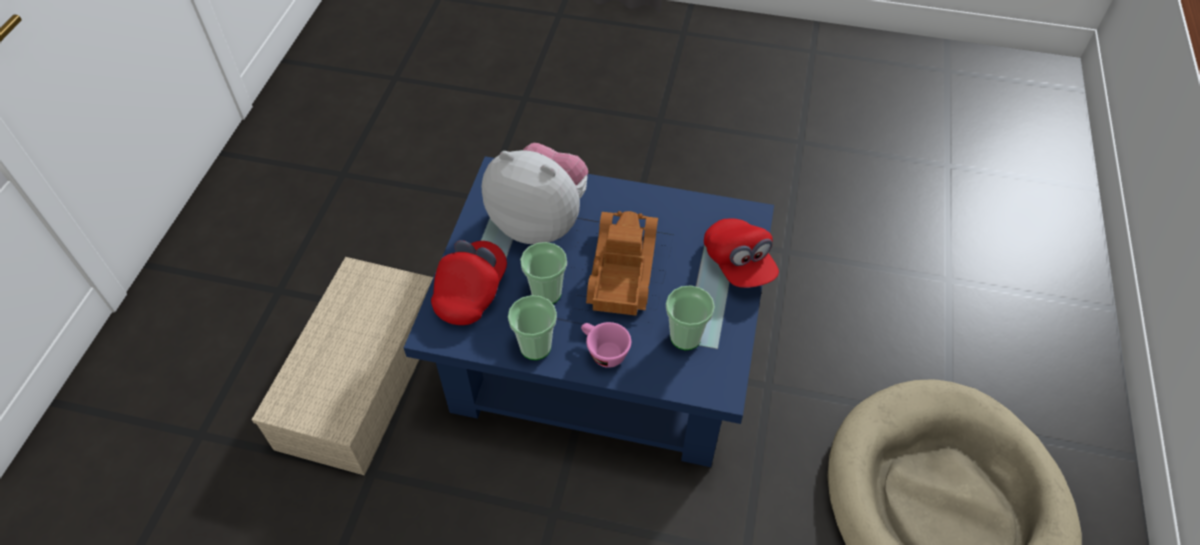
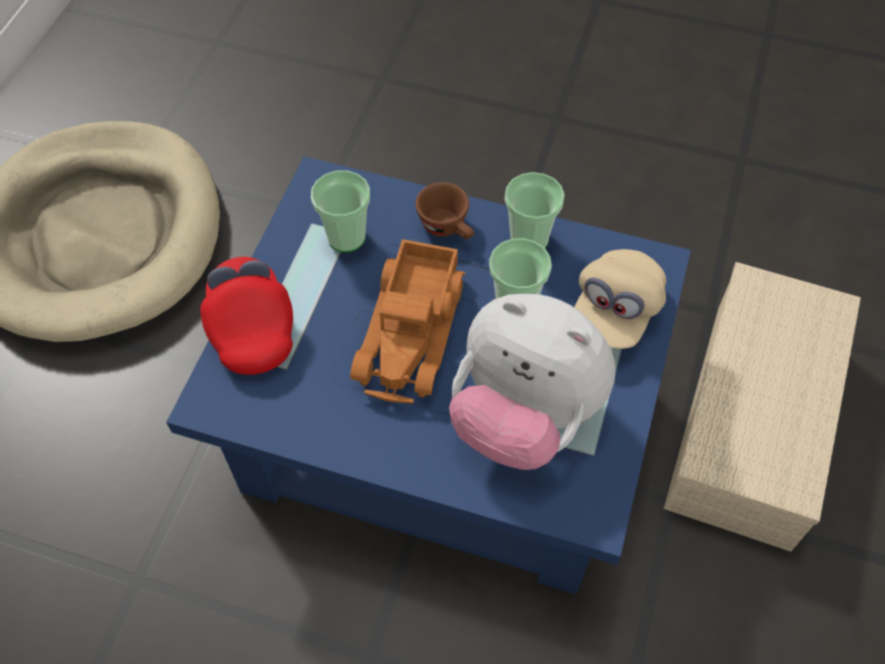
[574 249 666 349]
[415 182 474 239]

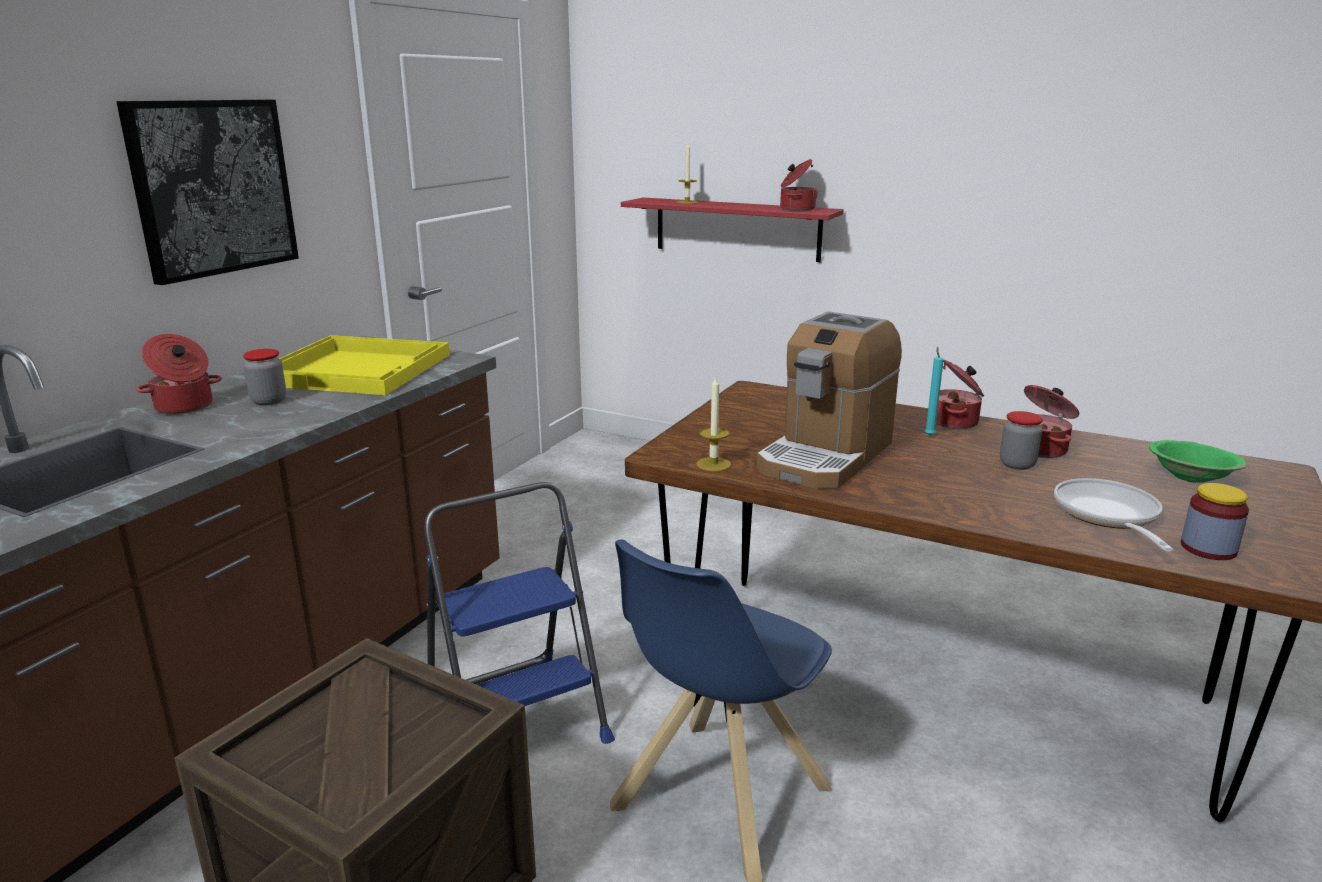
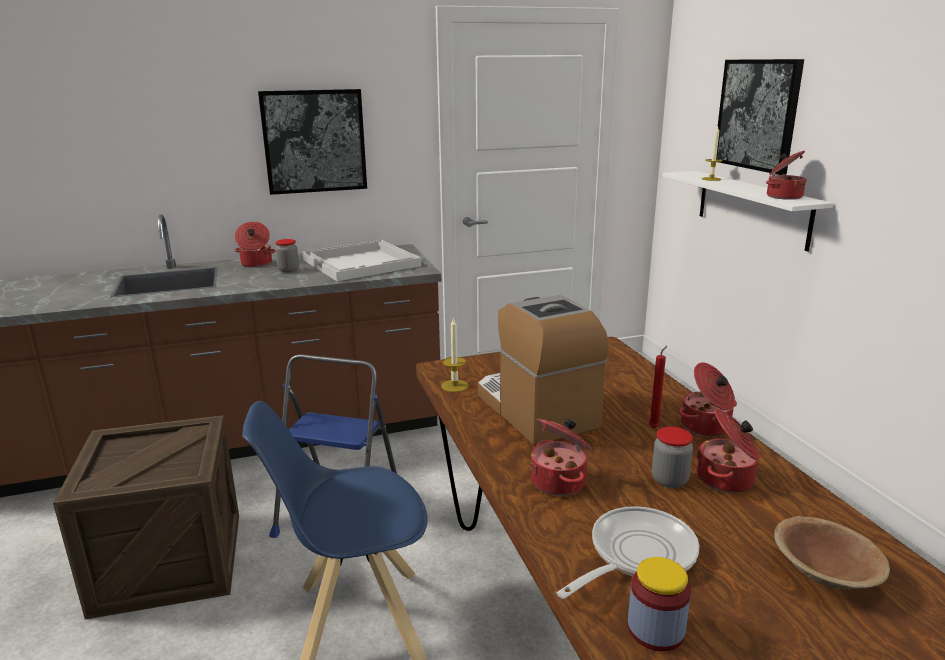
[530 418 592 496]
[716 59 804 175]
[303 240 421 281]
[662 171 833 252]
[649 346 667 428]
[774 516 890 589]
[478 295 609 446]

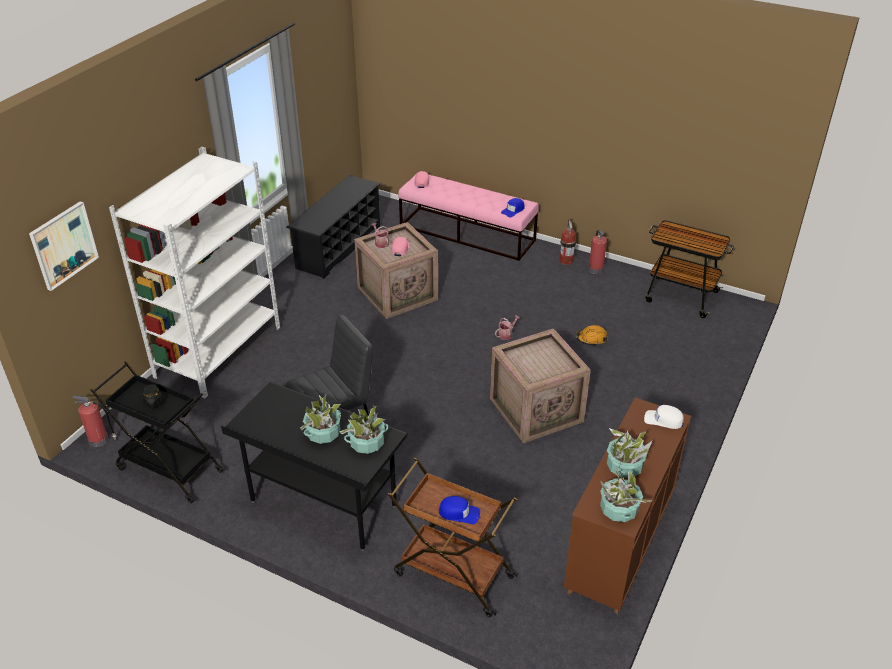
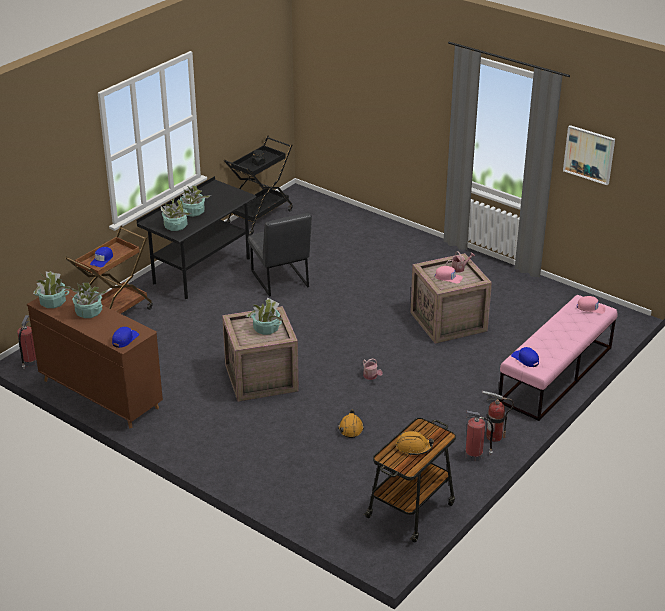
[109 147 280 398] (first image)
[286 175 380 279] (first image)
[246 298 283 335]
[396 431 434 456]
[563 125 615 185]
[17 315 37 369]
[112 327 139 348]

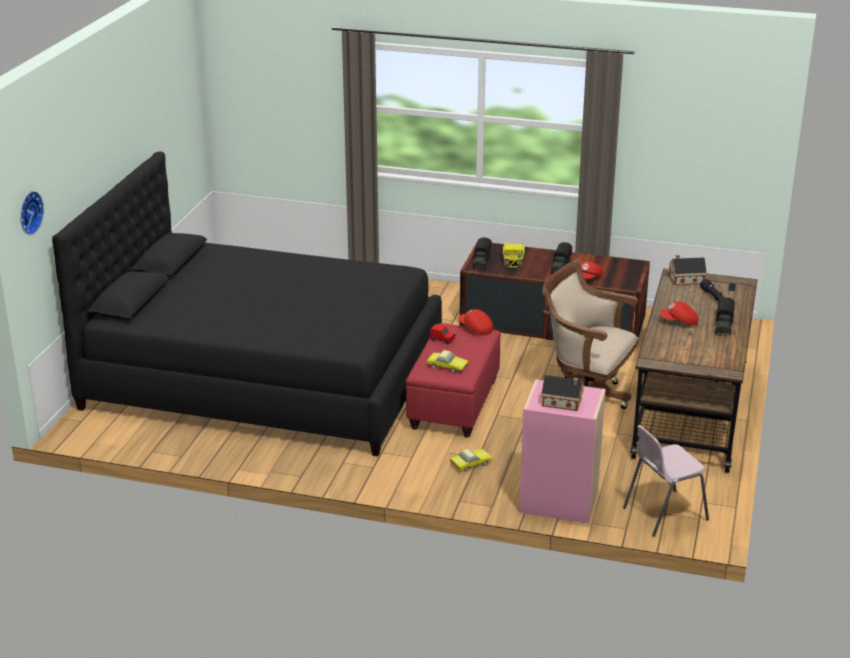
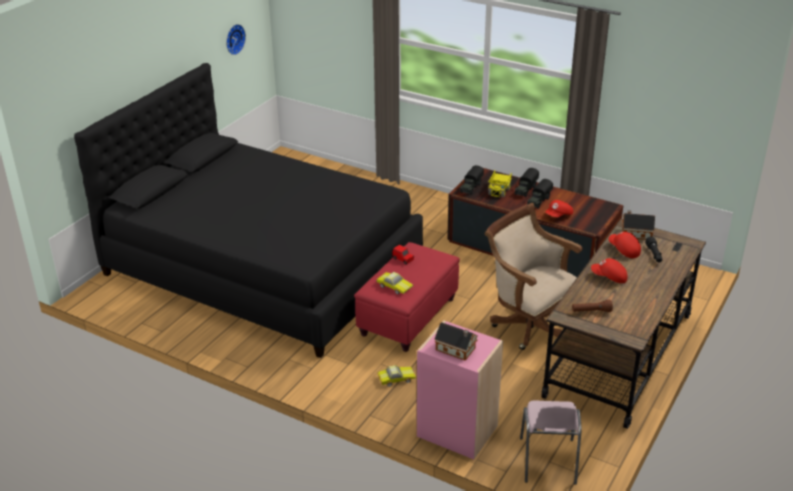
[572 300 613 312]
[226 24 246 55]
[609 232 641 258]
[514 168 539 197]
[520 400 582 485]

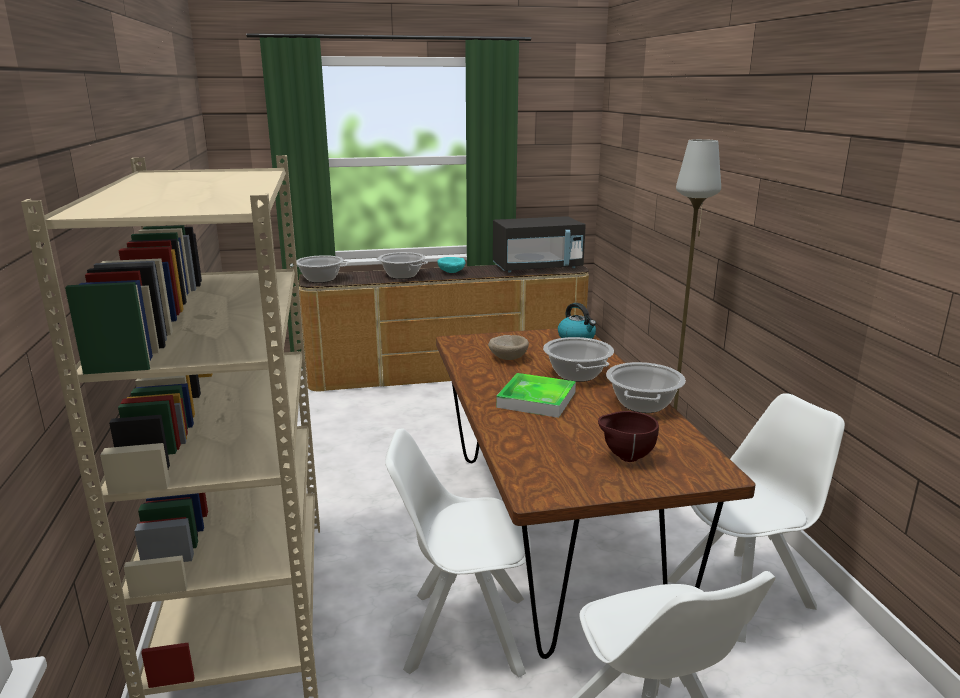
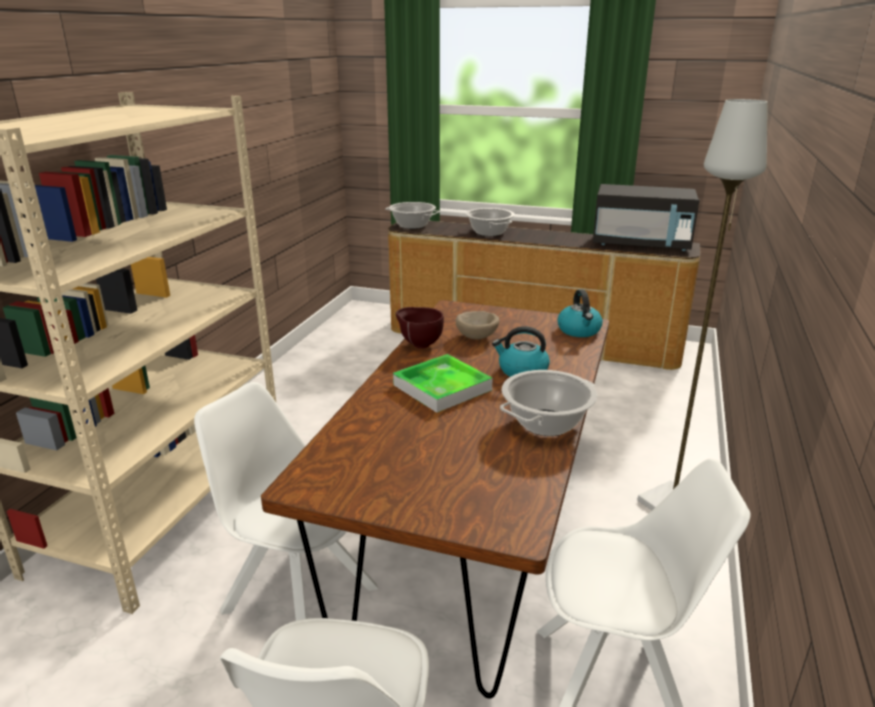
[437 257 466 273] (first image)
[396 307 444 349]
[492 326 550 377]

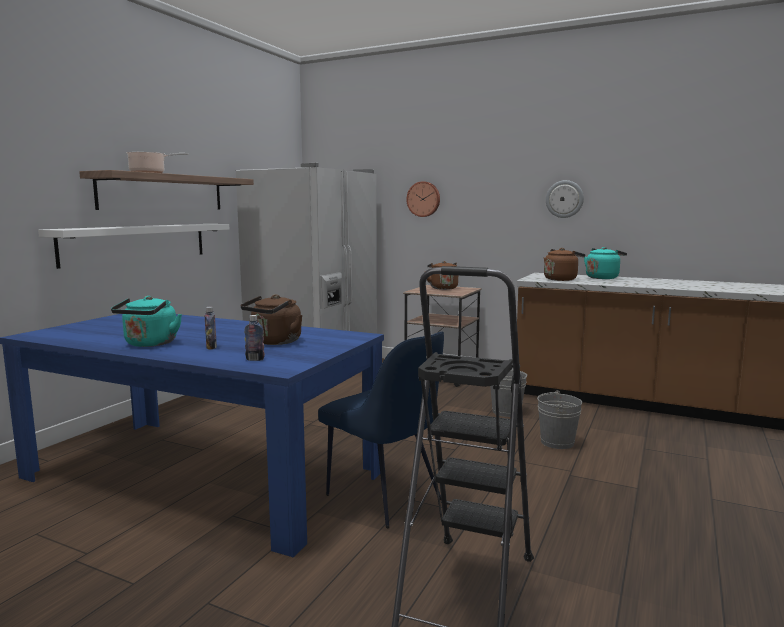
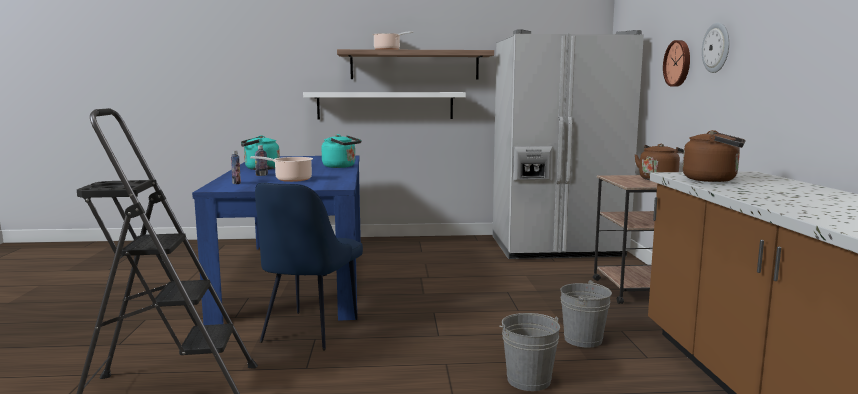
[702 22 729 73]
[322 134 362 168]
[250 156 313 182]

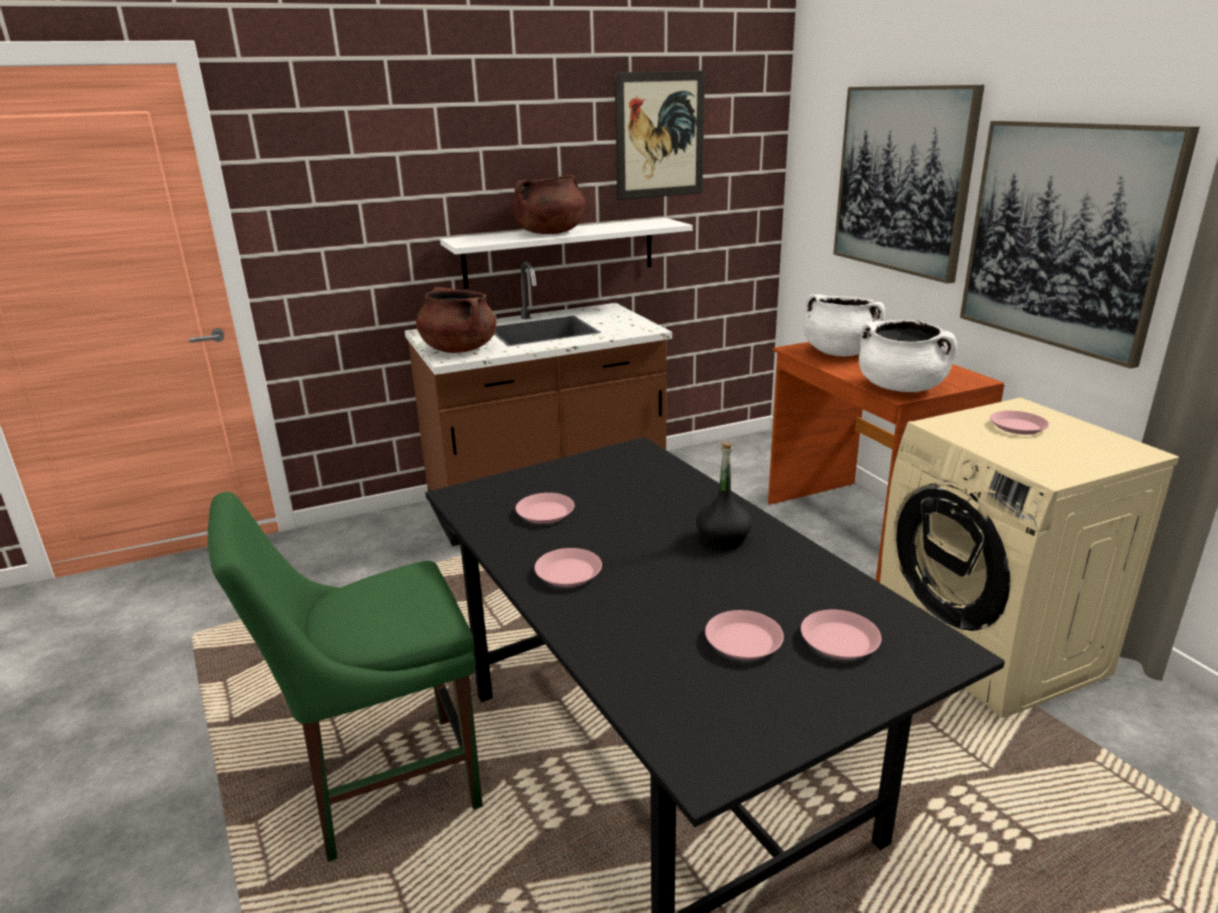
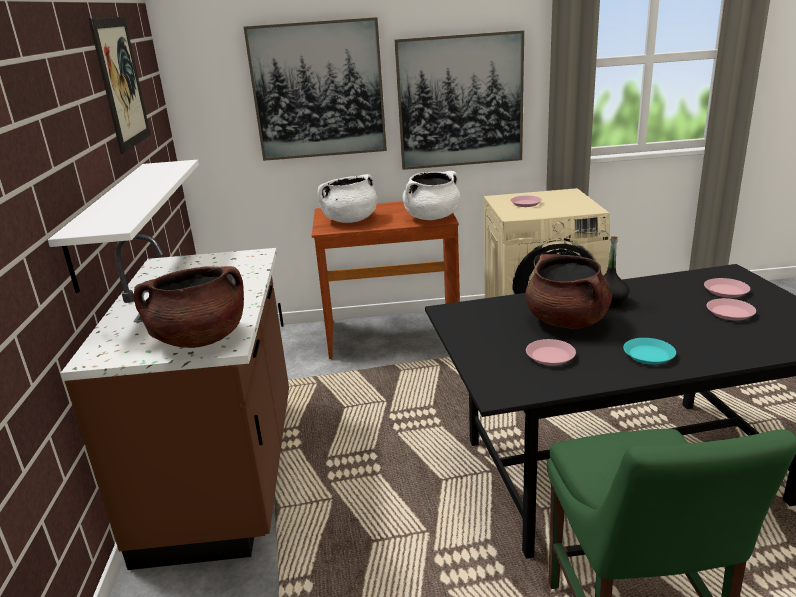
[525 254 612 329]
[623 338 676 364]

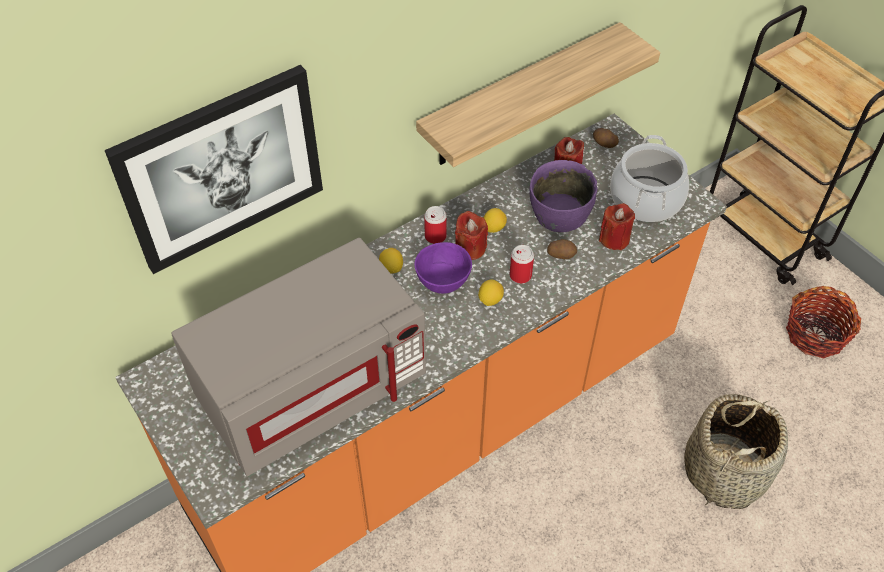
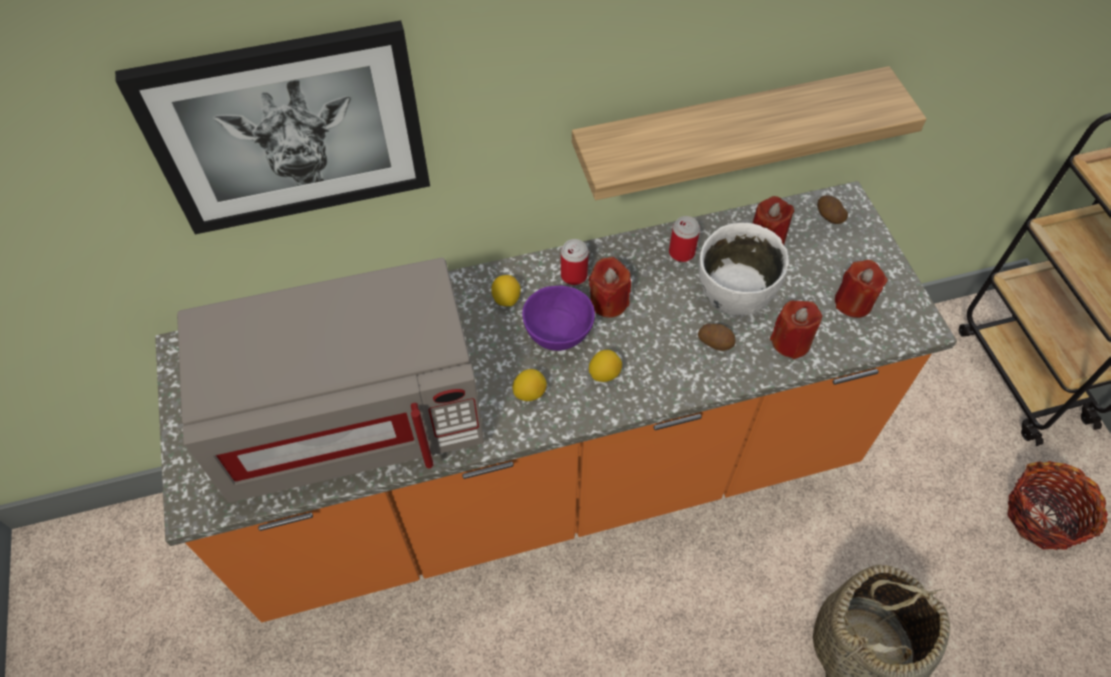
[512 369 547 401]
[669 216 700 262]
[835 260 887 318]
[699 223 789 316]

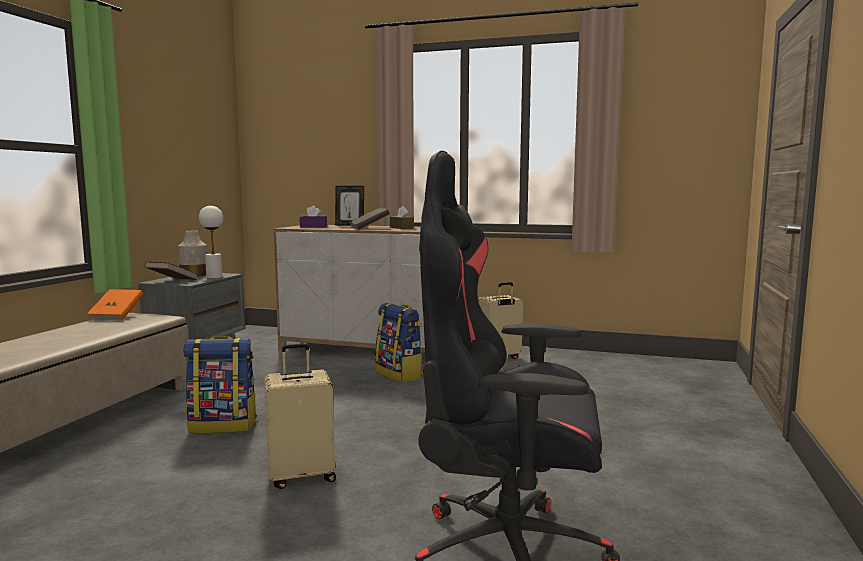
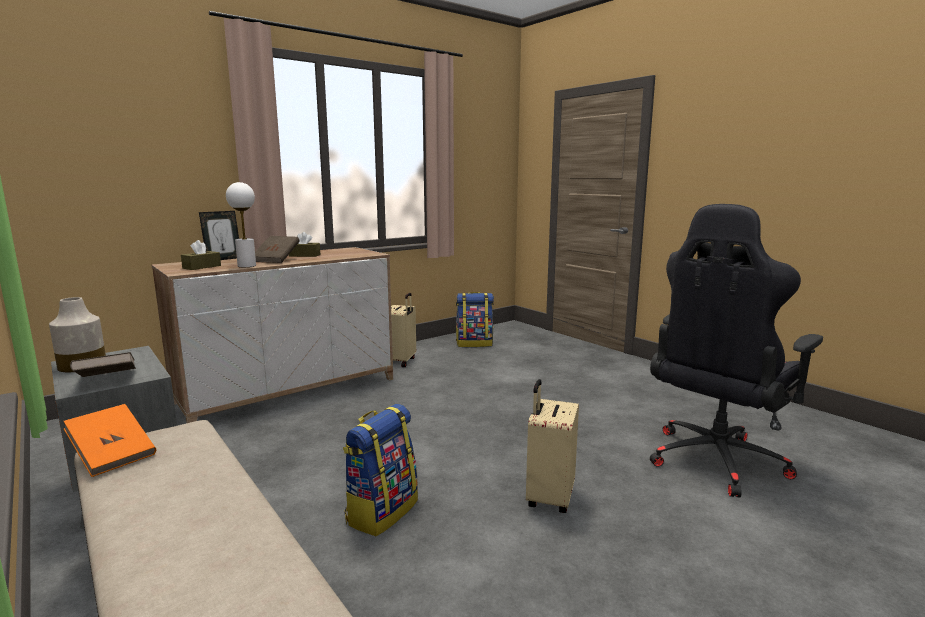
[226 182 256 267]
[456 292 494 347]
[181 240 221 270]

